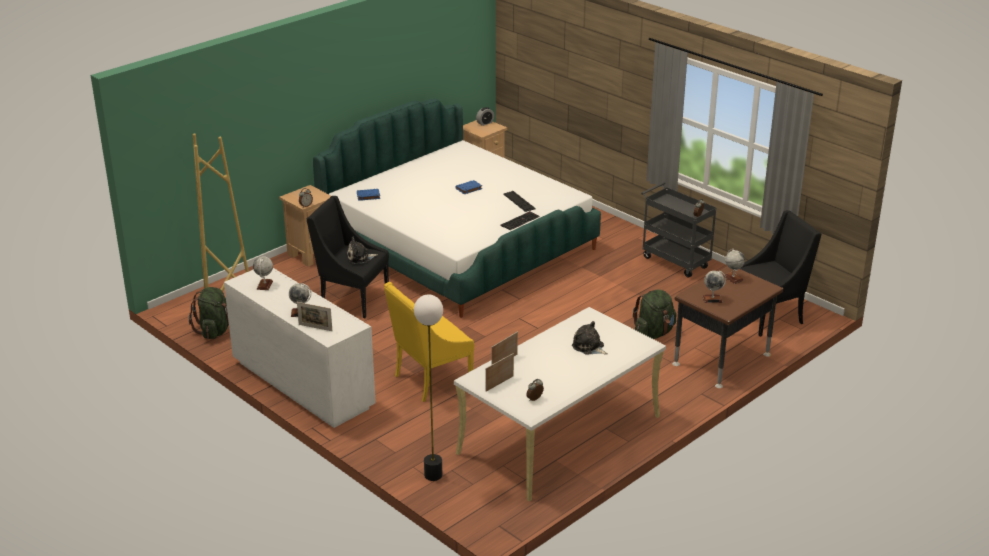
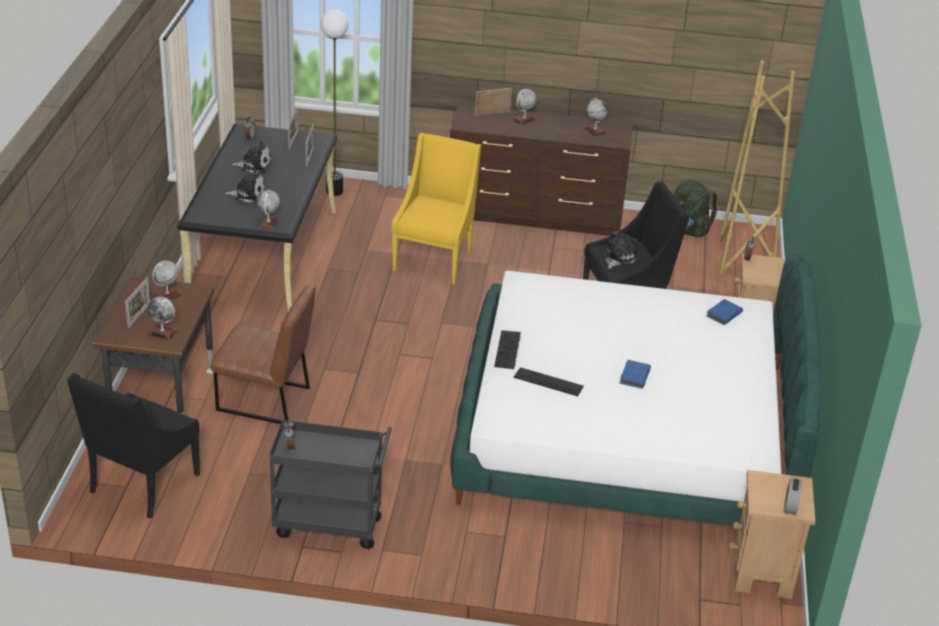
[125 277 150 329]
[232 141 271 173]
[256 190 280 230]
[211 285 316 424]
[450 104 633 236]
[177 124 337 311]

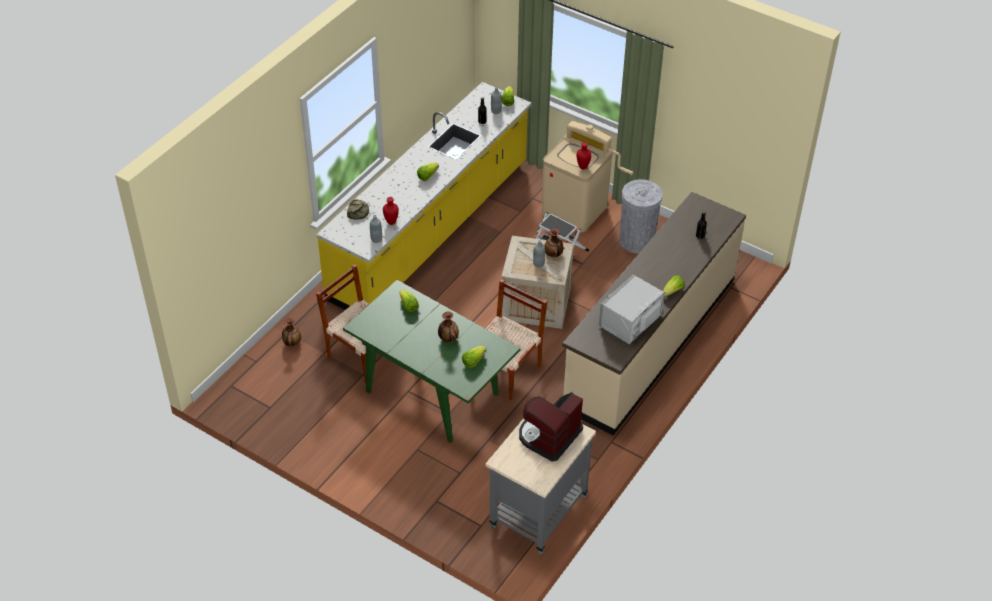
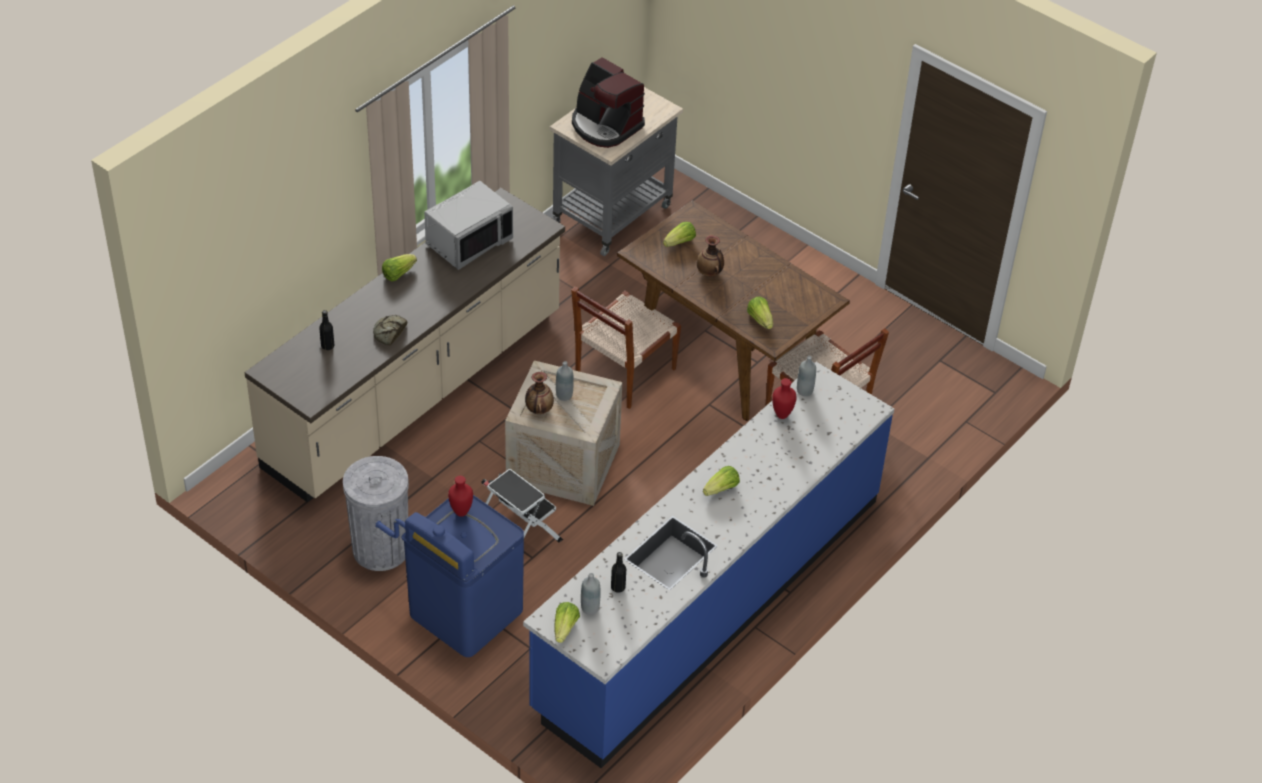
[282 318 301 346] (first image)
[373 315 407 346]
[523 362 895 768]
[617 200 850 421]
[375 495 524 657]
[572 57 645 148]

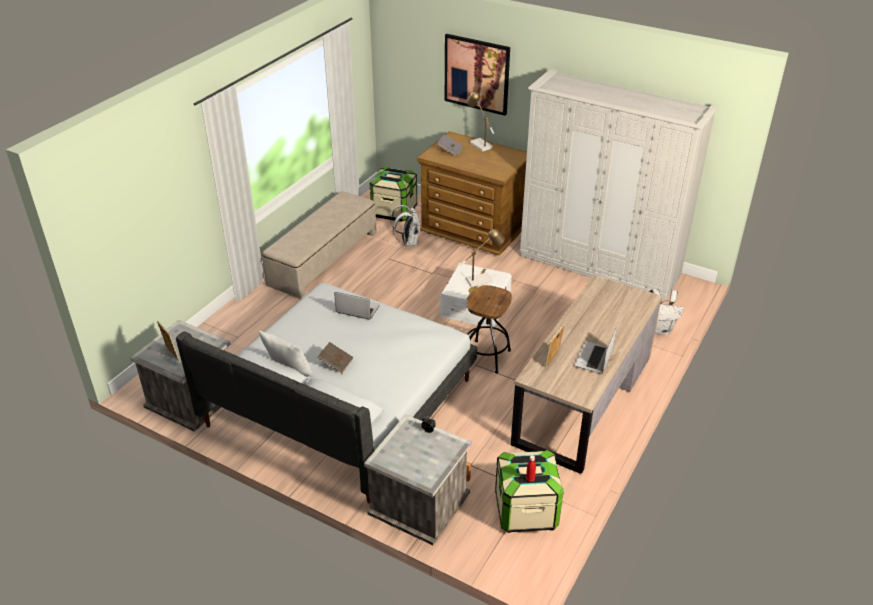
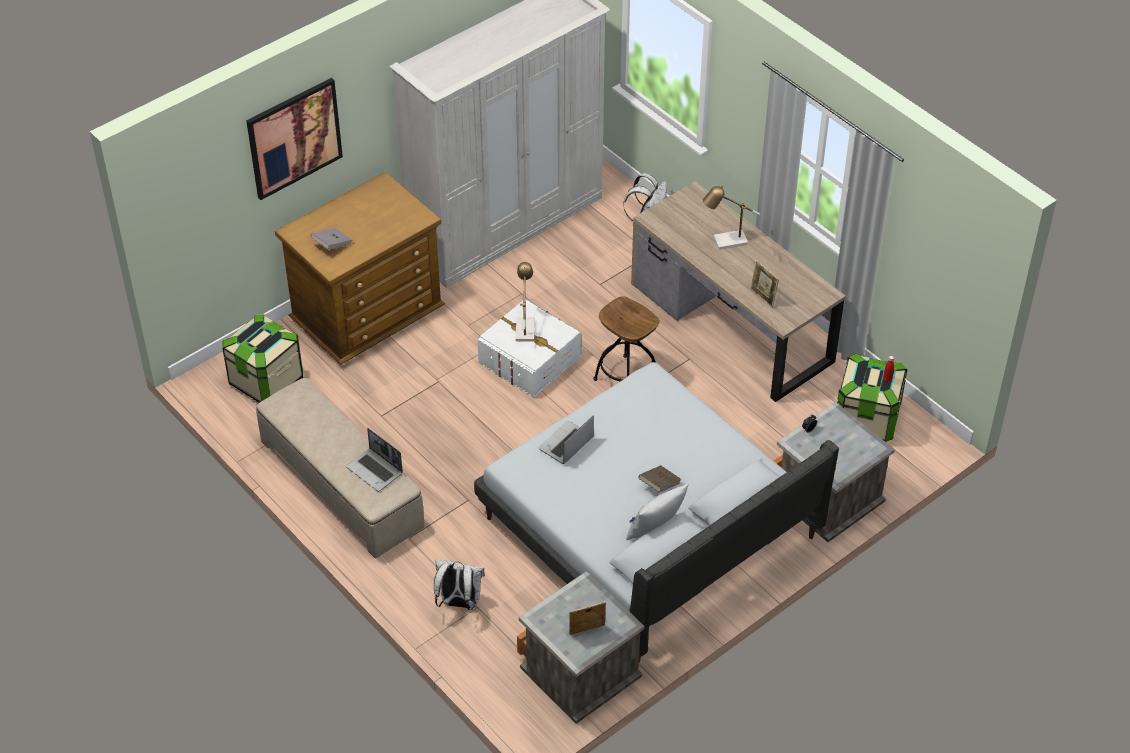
[434 560 485 610]
[703 186 760 250]
[346 428 403 492]

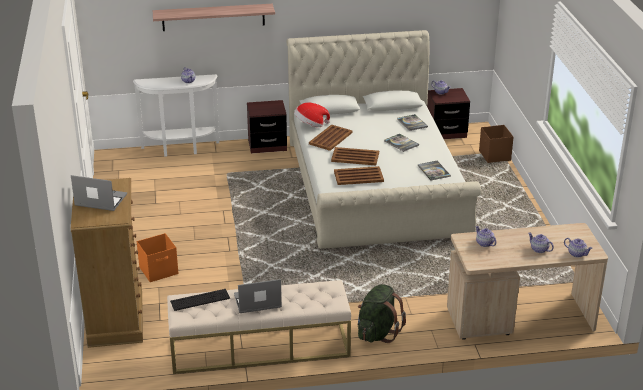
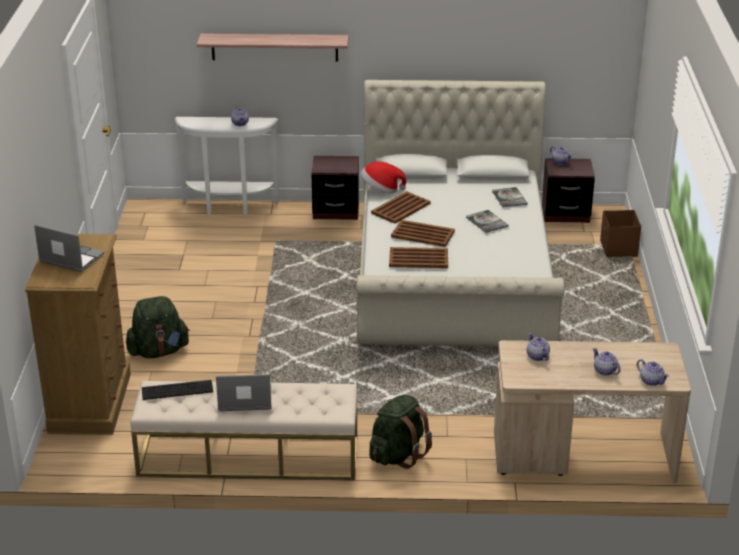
[418 161 451 180] (first image)
[126 296 190 358]

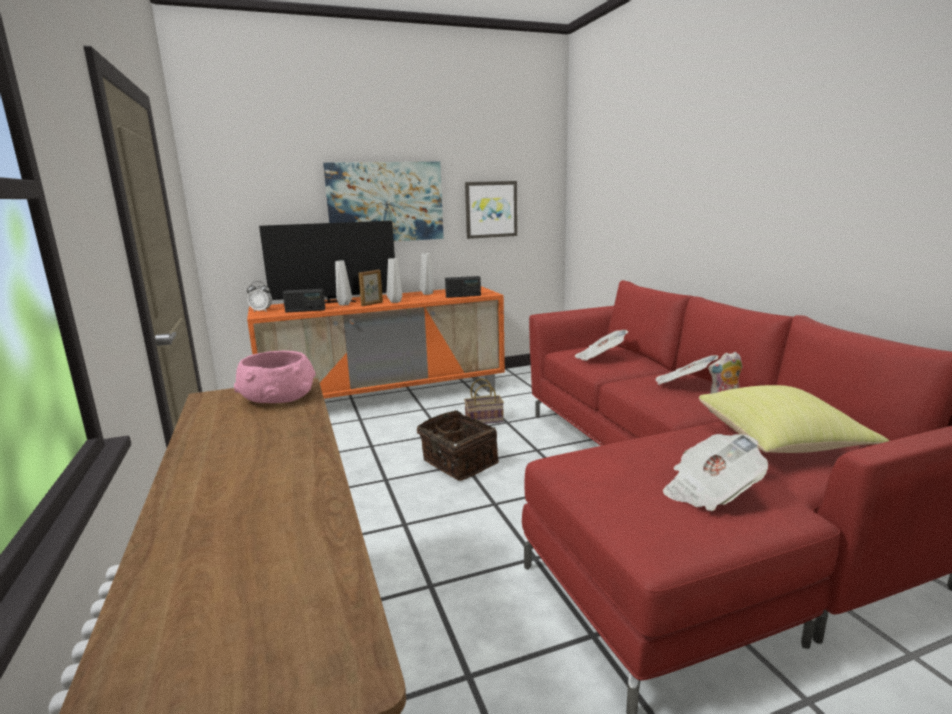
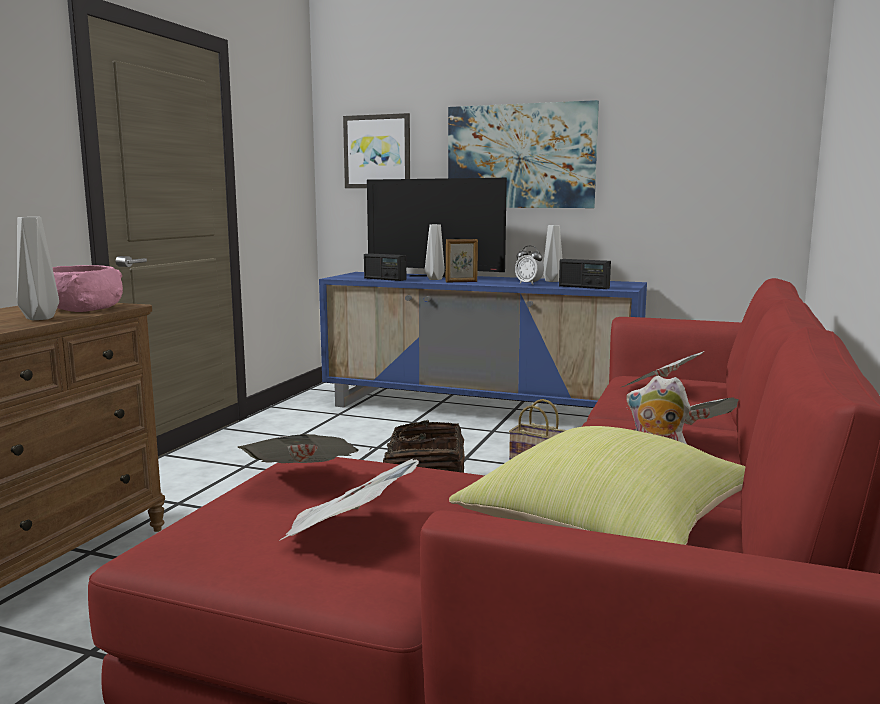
[237 434 359 463]
[515 246 544 285]
[17 217 59 320]
[343 113 410 188]
[319 272 647 407]

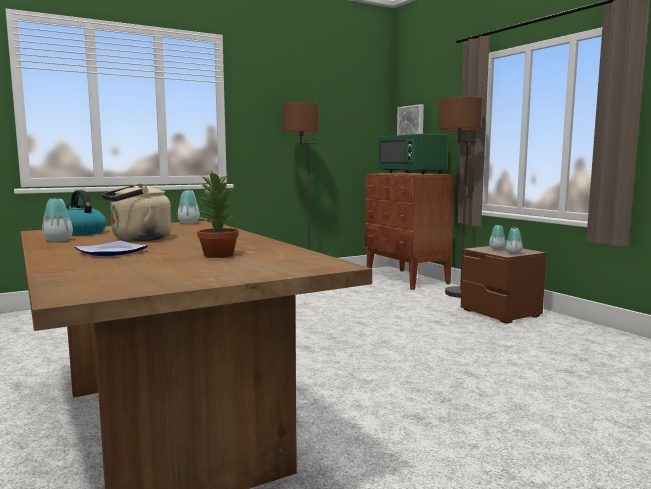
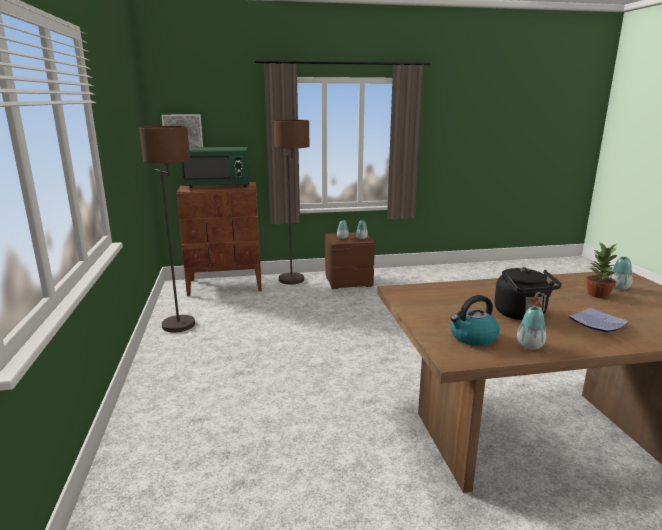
[609 257 633 290]
[494 267 562 320]

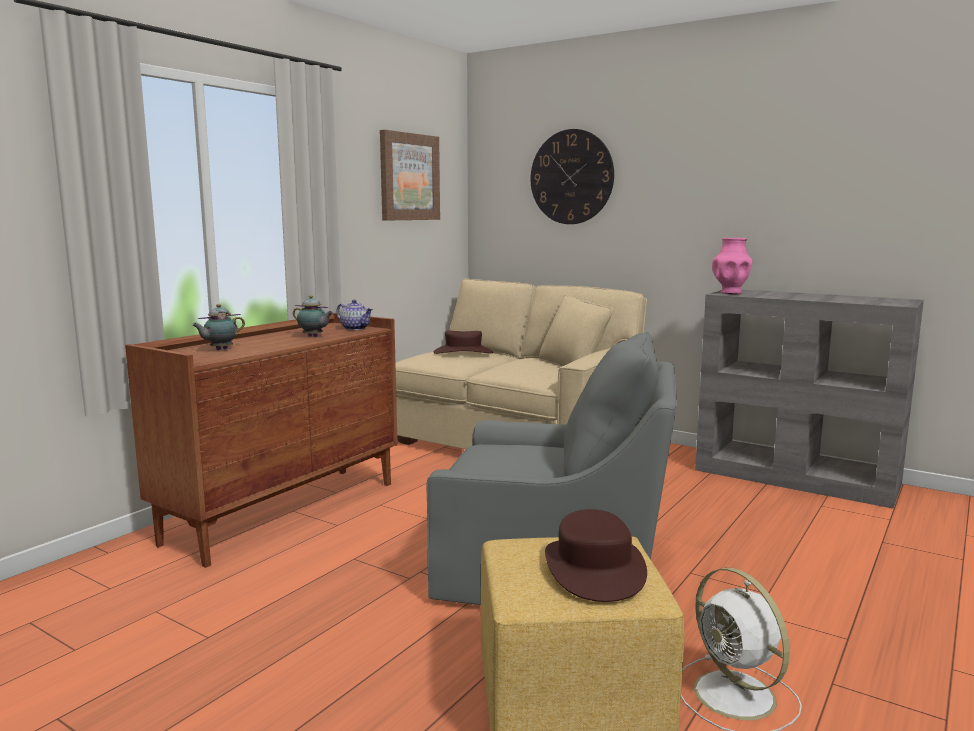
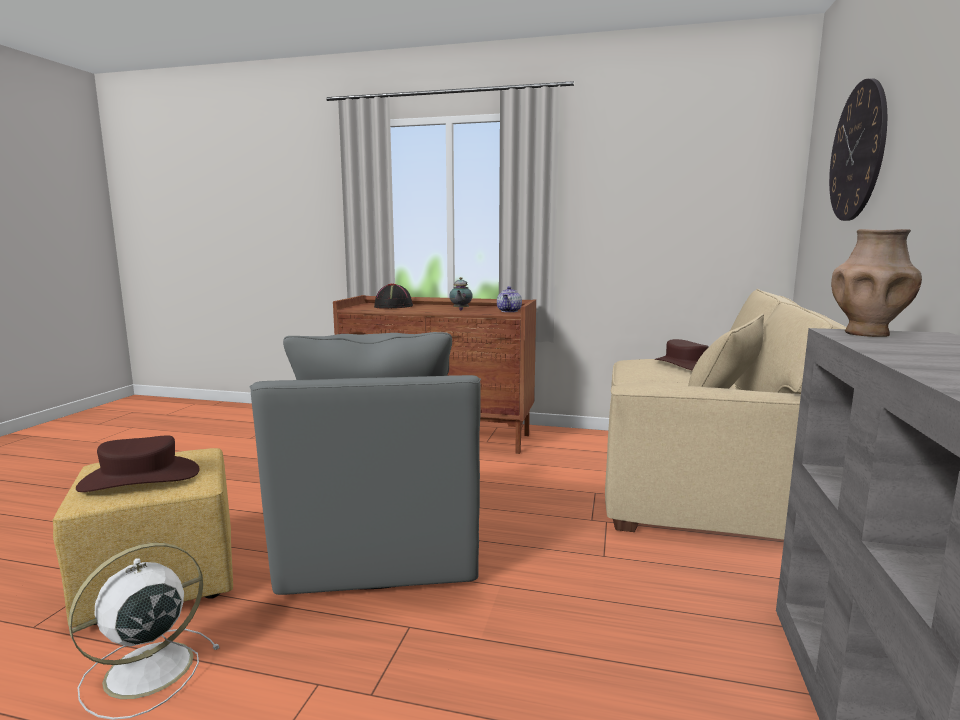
[380 130 440 220] (first image)
[374 283 413 309]
[831 229 922 337]

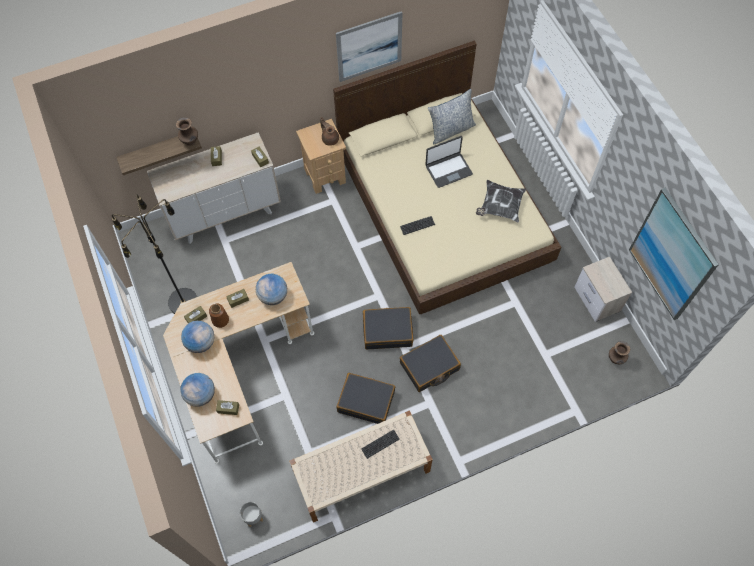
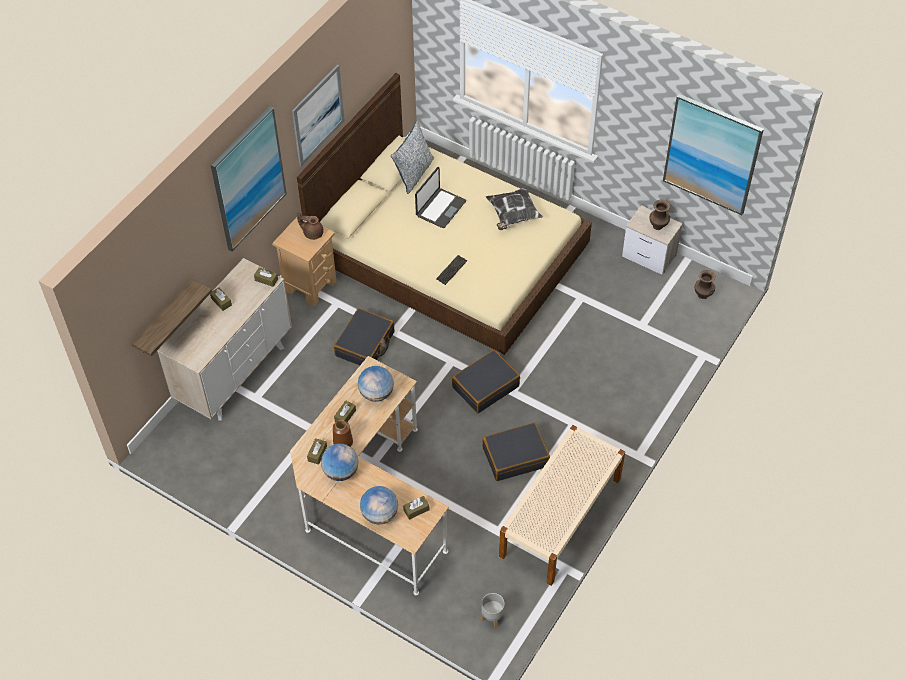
[112 194 197 314] (first image)
[361 429 400 459] (first image)
[211 106 287 252]
[649 200 670 230]
[334 308 394 366]

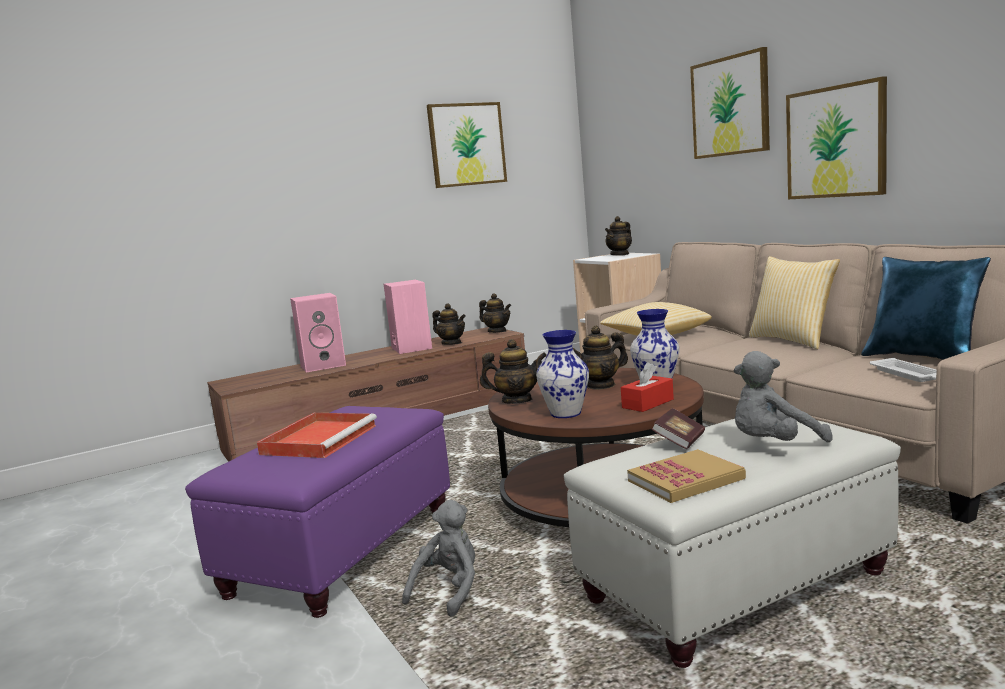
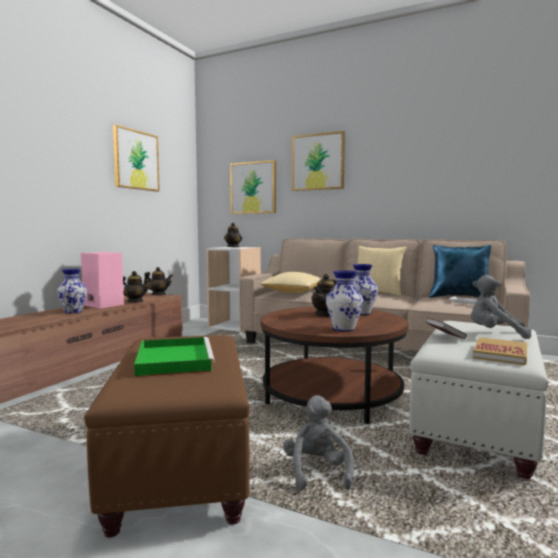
[290 293 346 372] (first image)
[480 339 547 404] (first image)
[621 362 674 412] (first image)
[57 269 87 313]
[230 160 276 214]
[84 335 250 537]
[134 337 215 377]
[471 275 531 339]

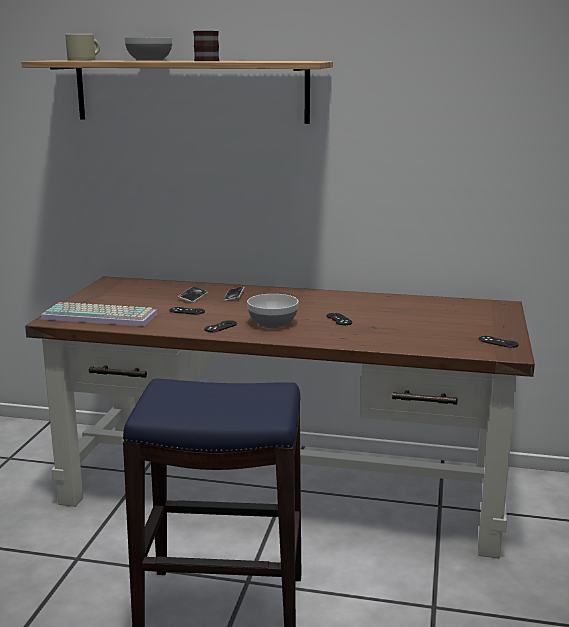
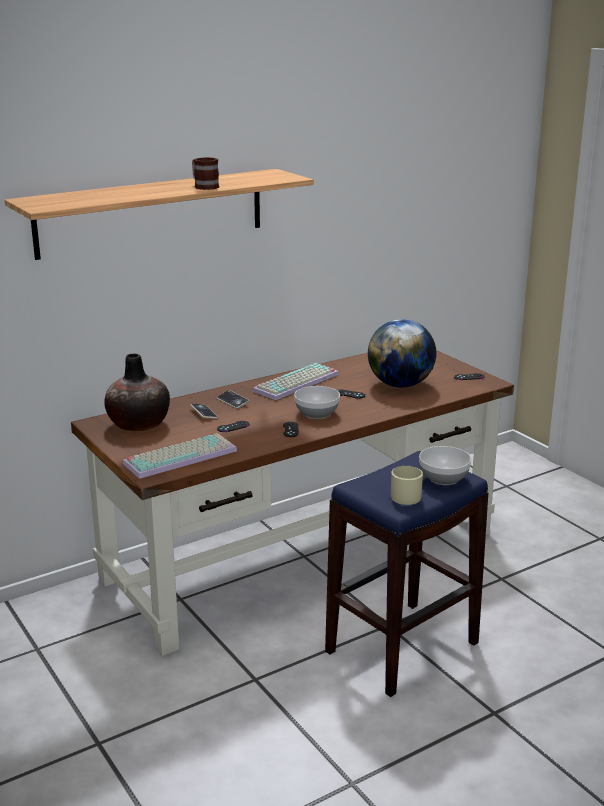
[104 354 170 431]
[252 363 339 400]
[368 319 436 388]
[391 466 423 505]
[419 446 472 485]

